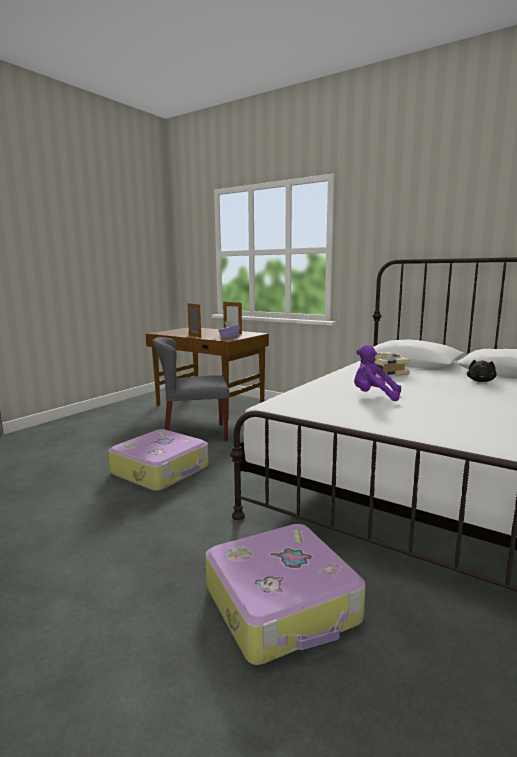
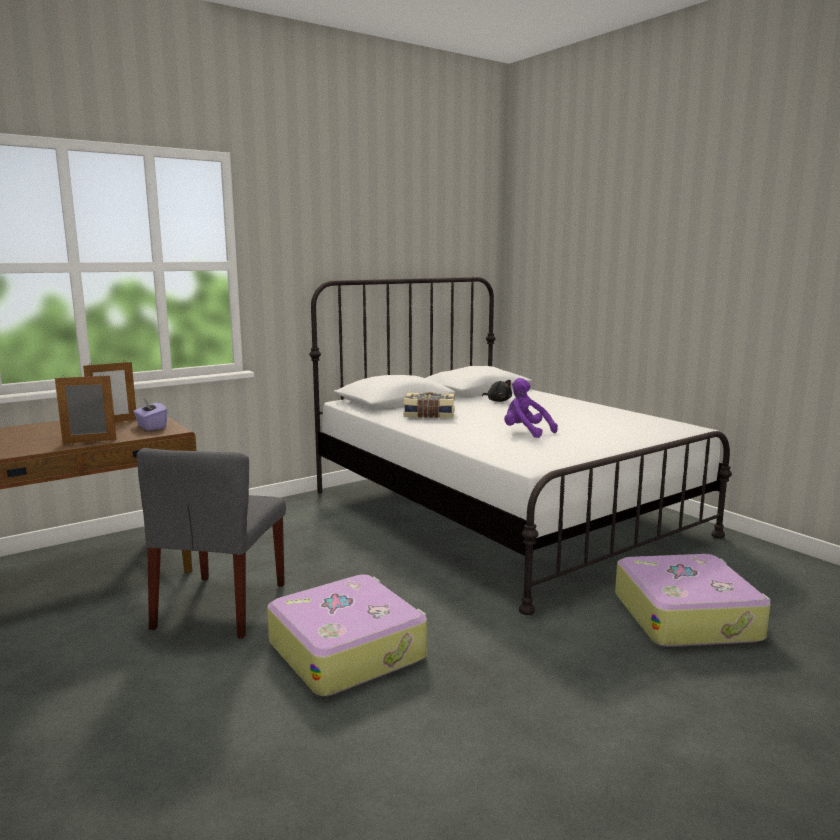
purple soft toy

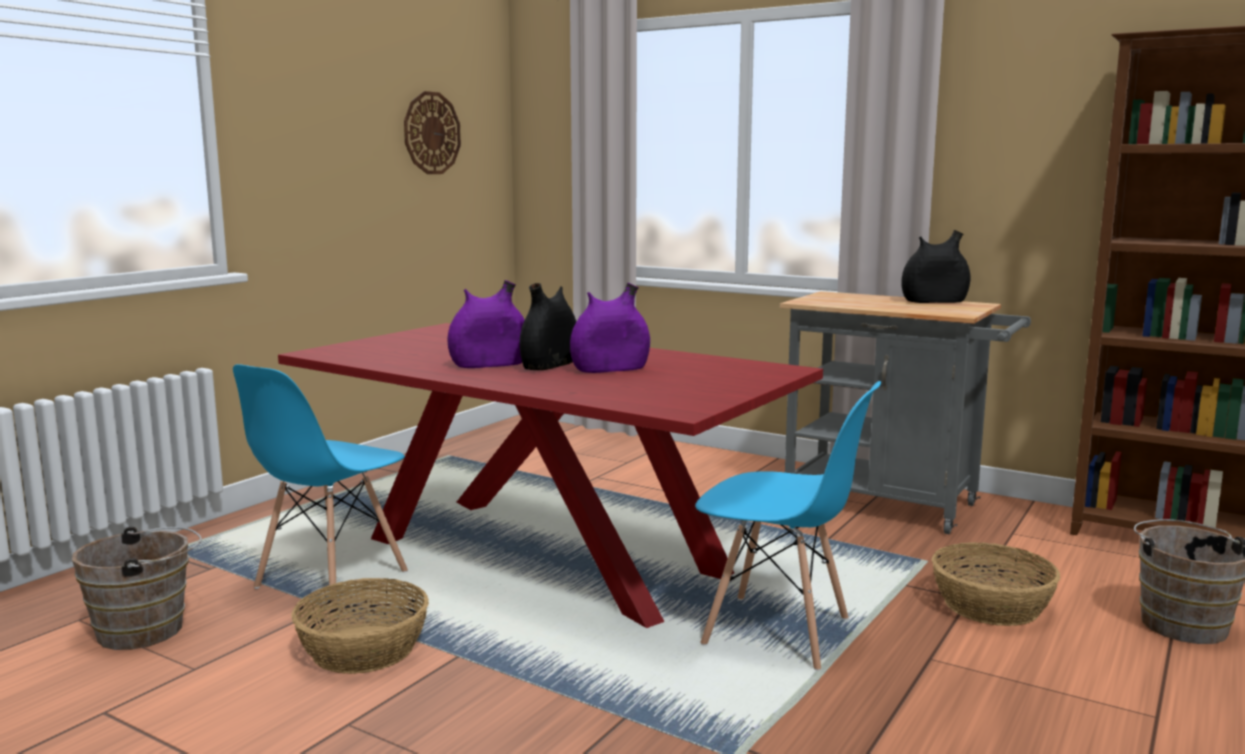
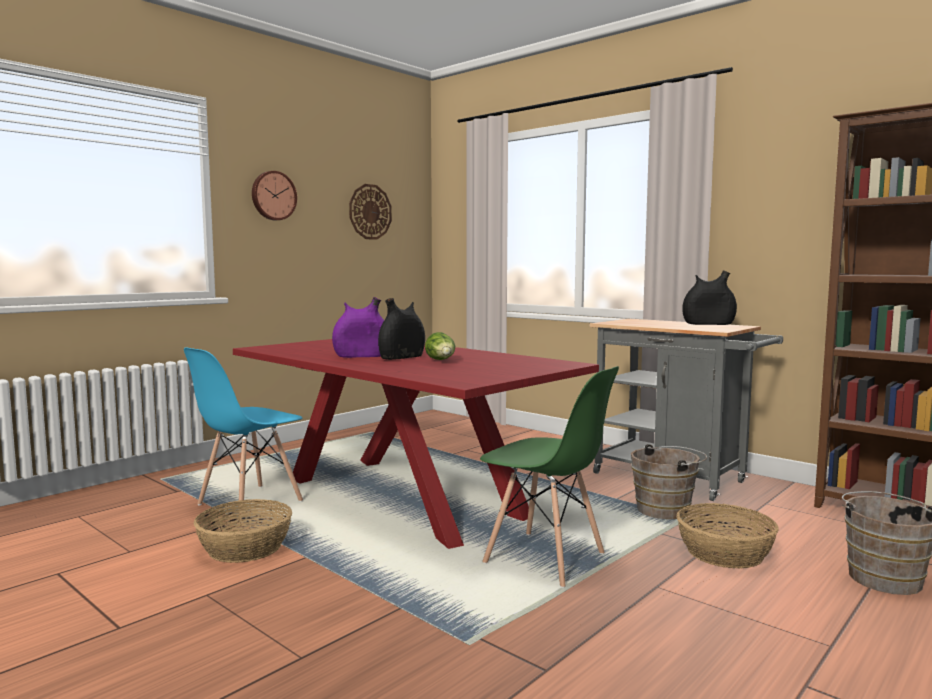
clock on the wall (1st from left)
head of lettuce
green upright chair
brown-coloured bucket (1st from left)

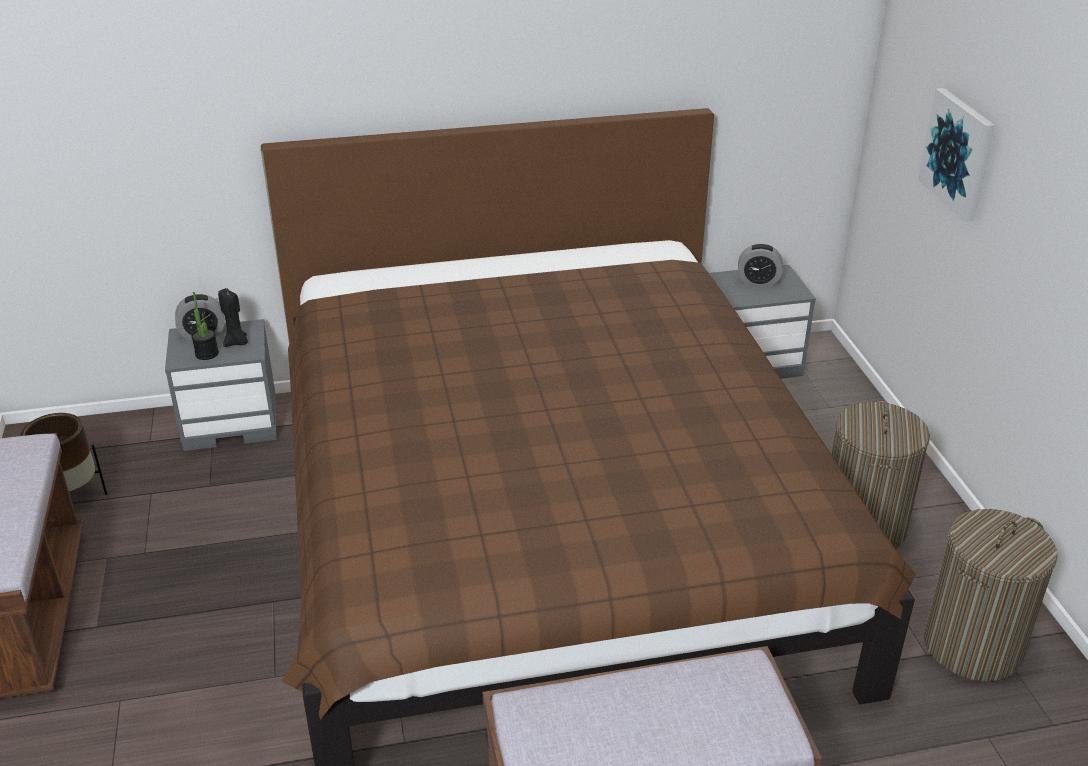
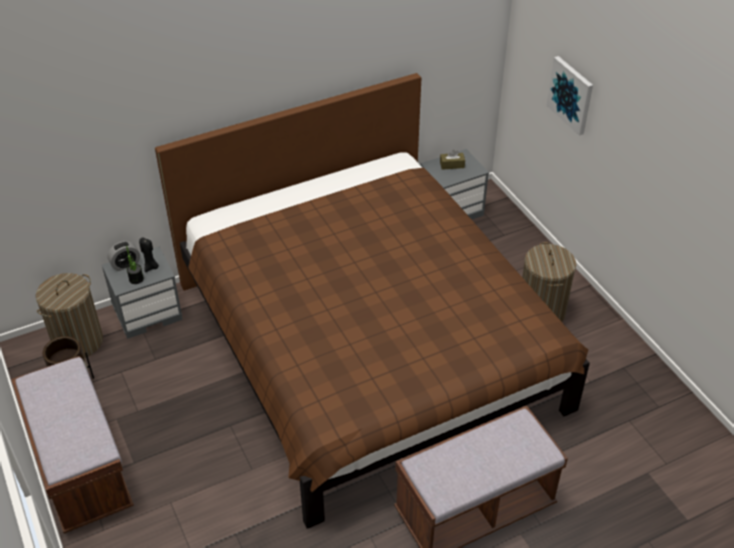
laundry basket (1st from left)
brown-coloured tissue holder

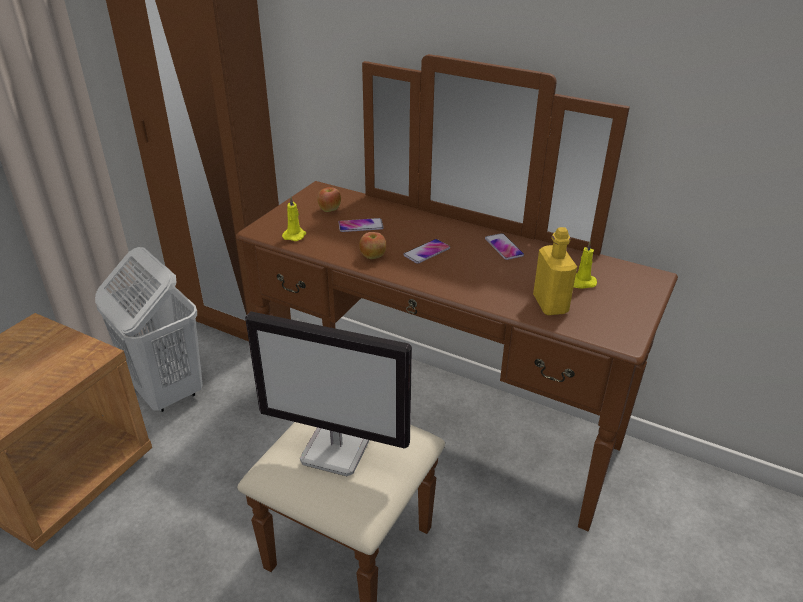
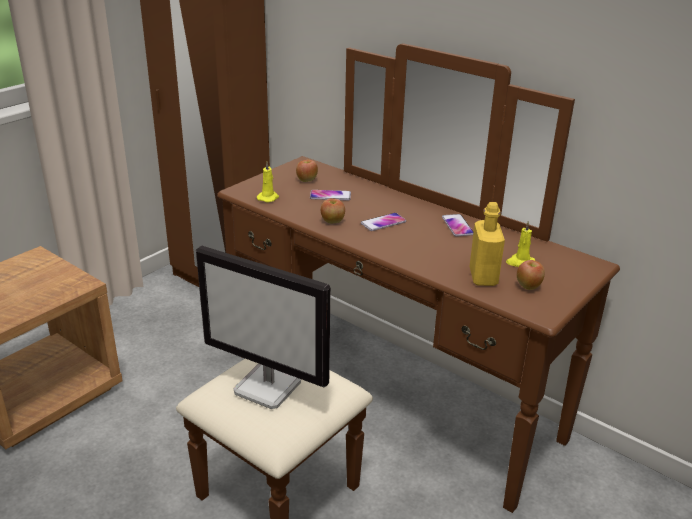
apple (3rd from left)
whitish laundry basket

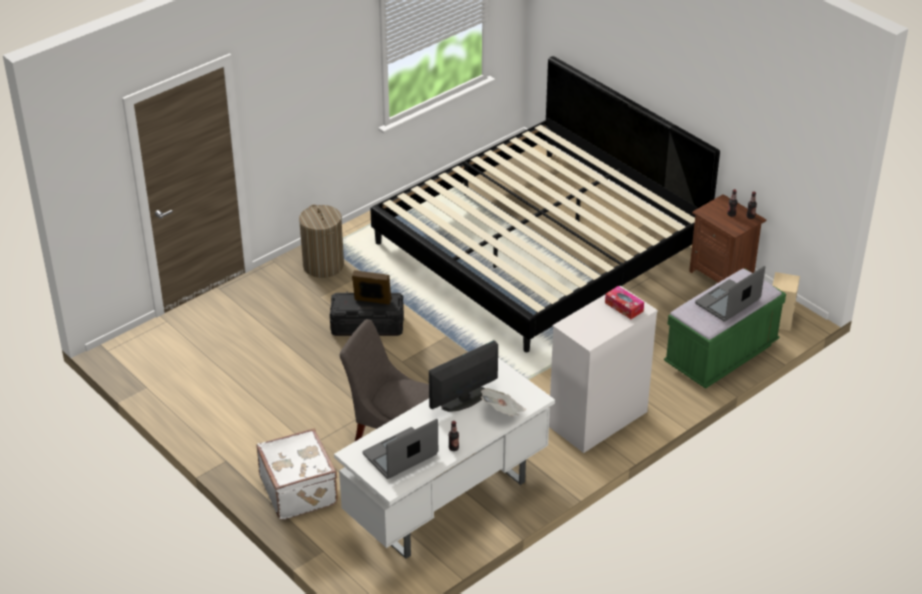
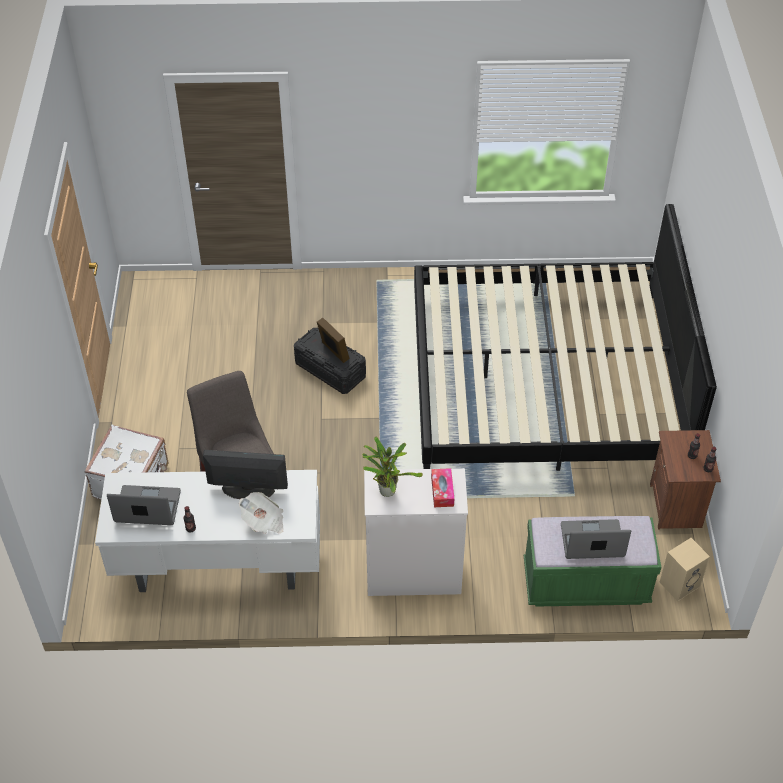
potted plant
laundry basket

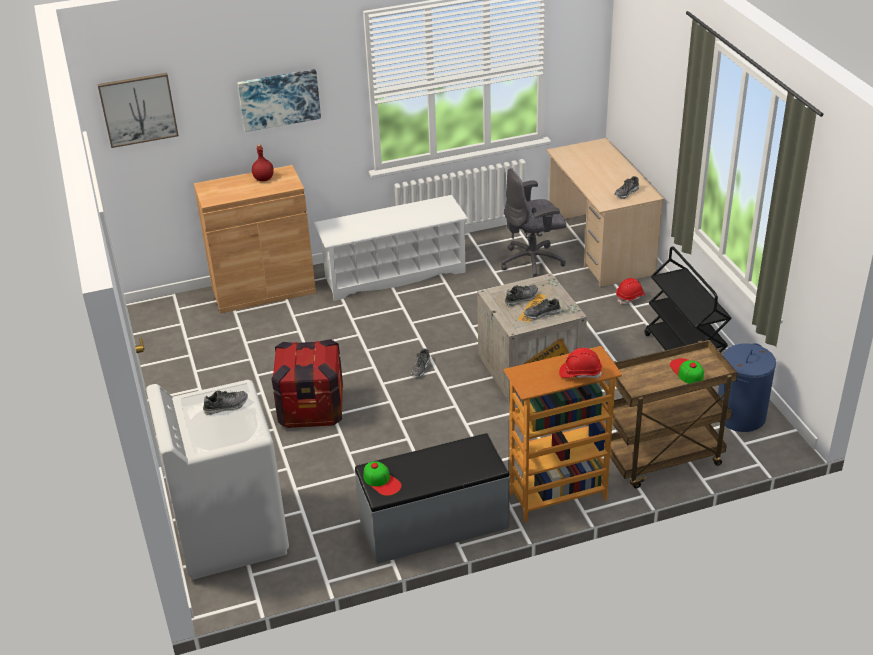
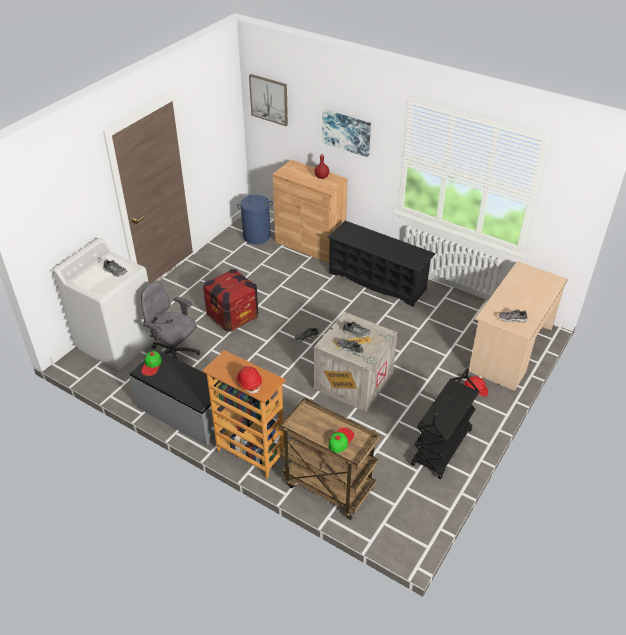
grey computer chair
blue-coloured laundry basket
blackish shoe shelf

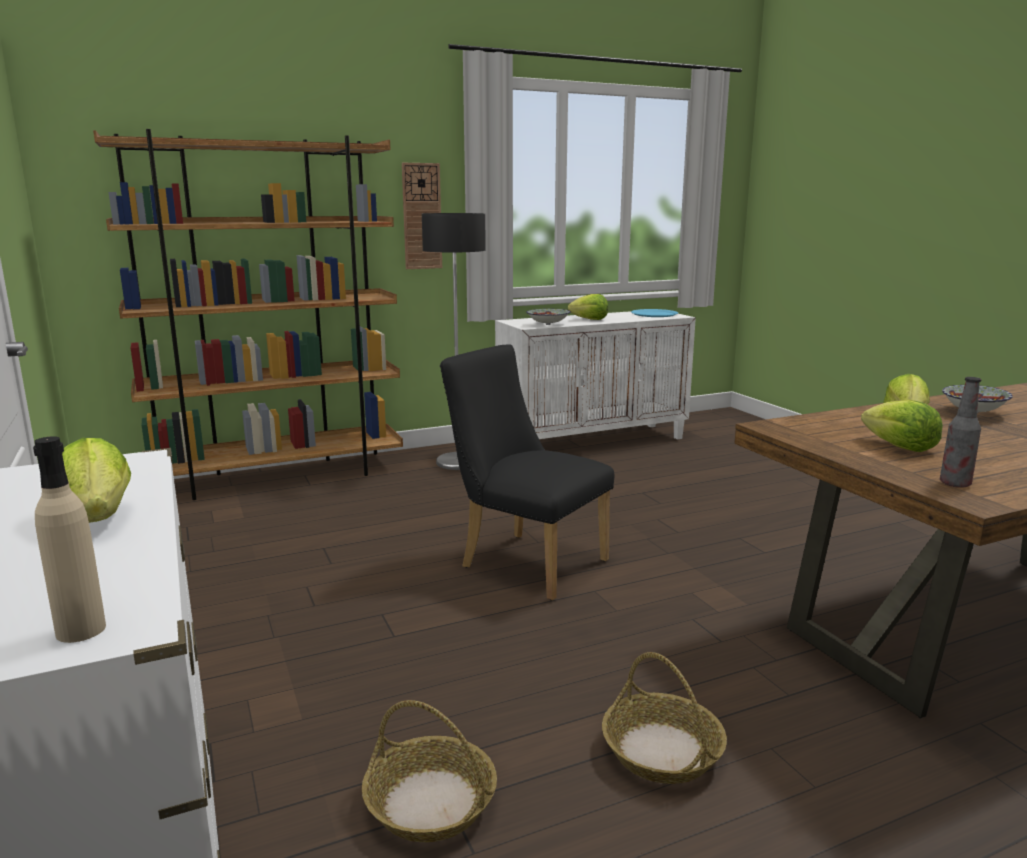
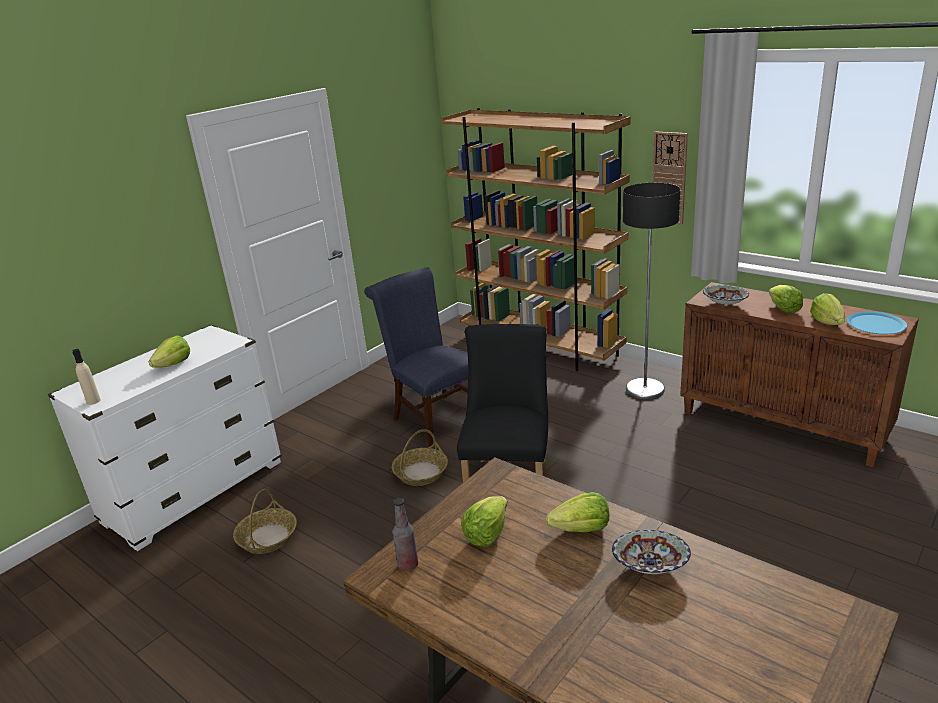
blue-coloured upright chair
household basket (2nd from left)
brown-coloured cabinet
head of lettuce (5th from left)

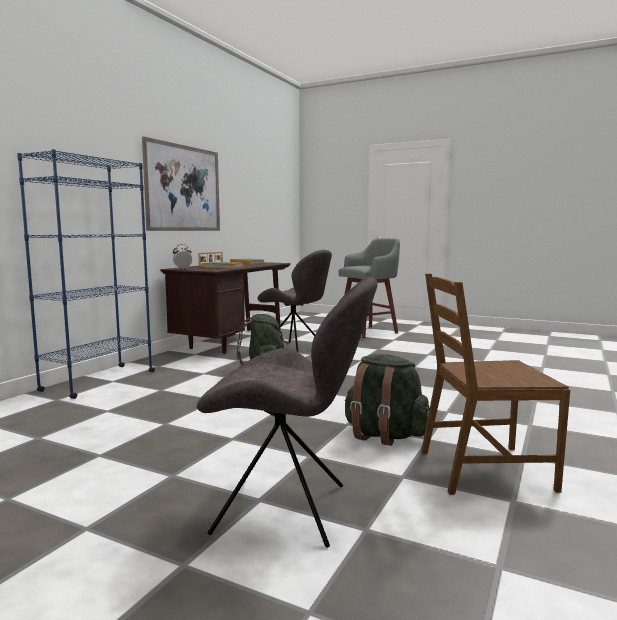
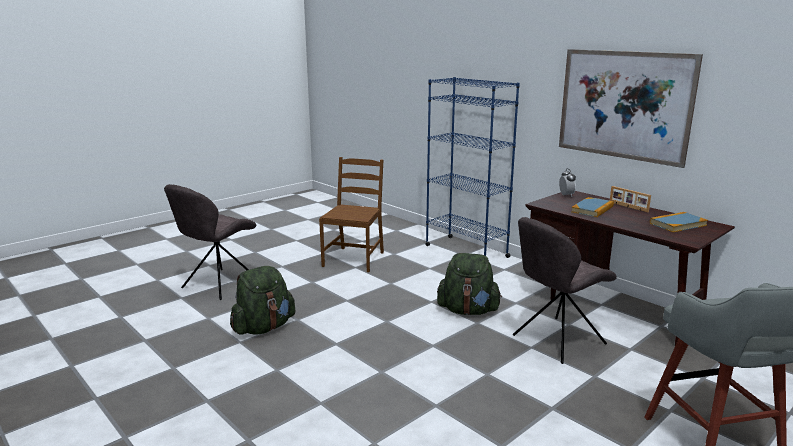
brown-coloured upright chair

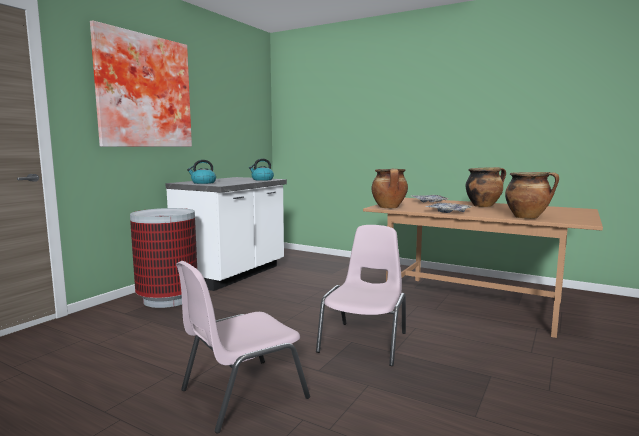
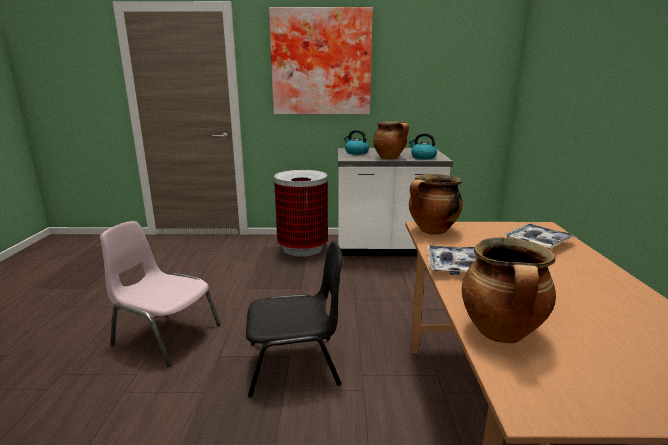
blackish upright chair
cooking pot (1st from left)

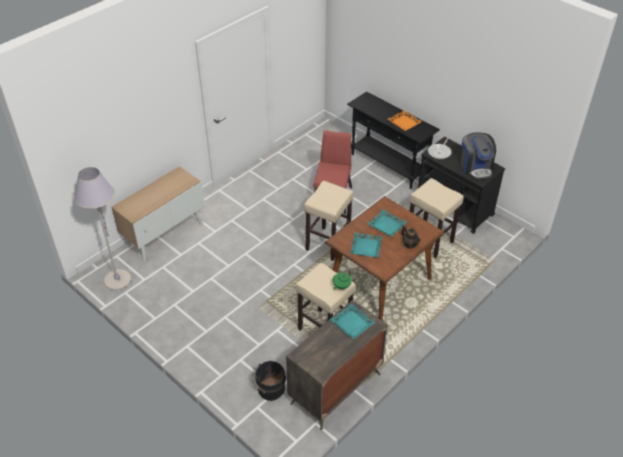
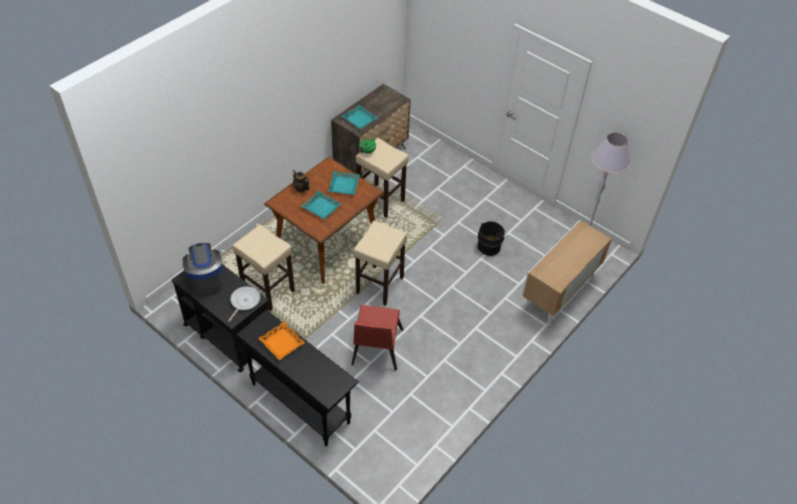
blackish bucket

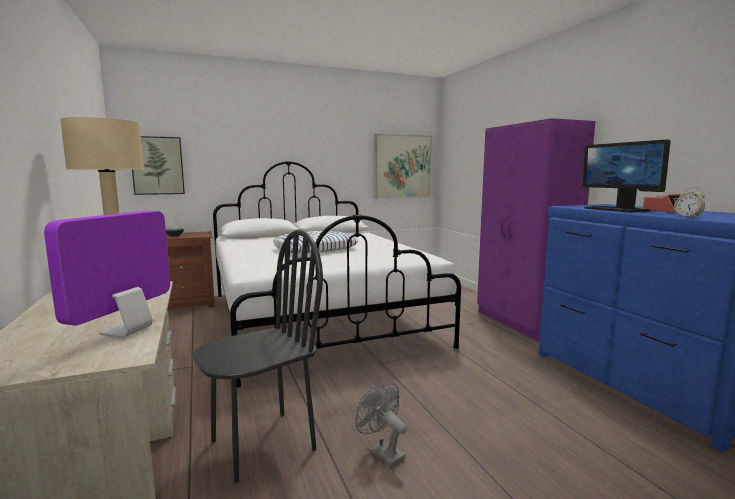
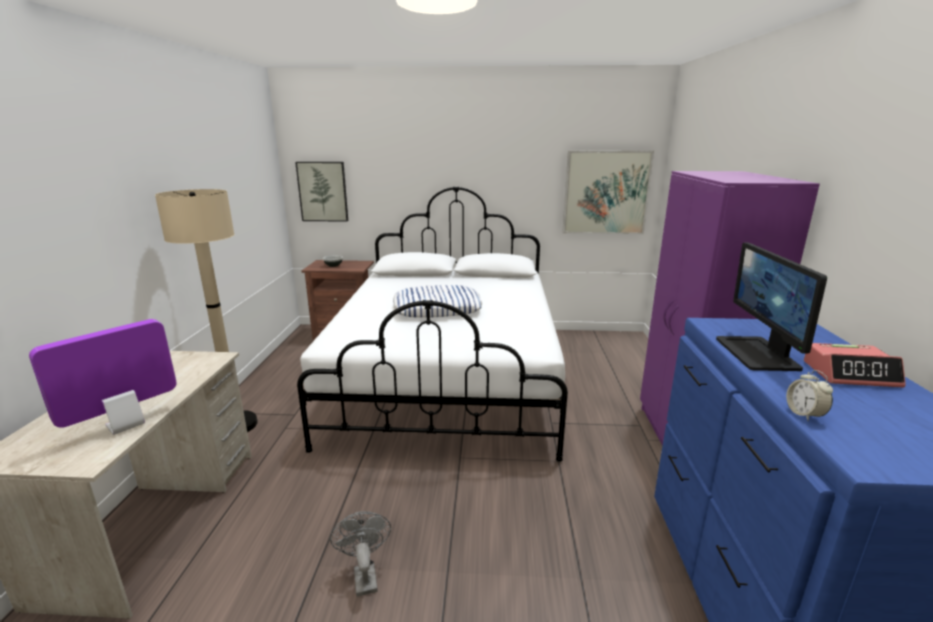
blackish upright chair

